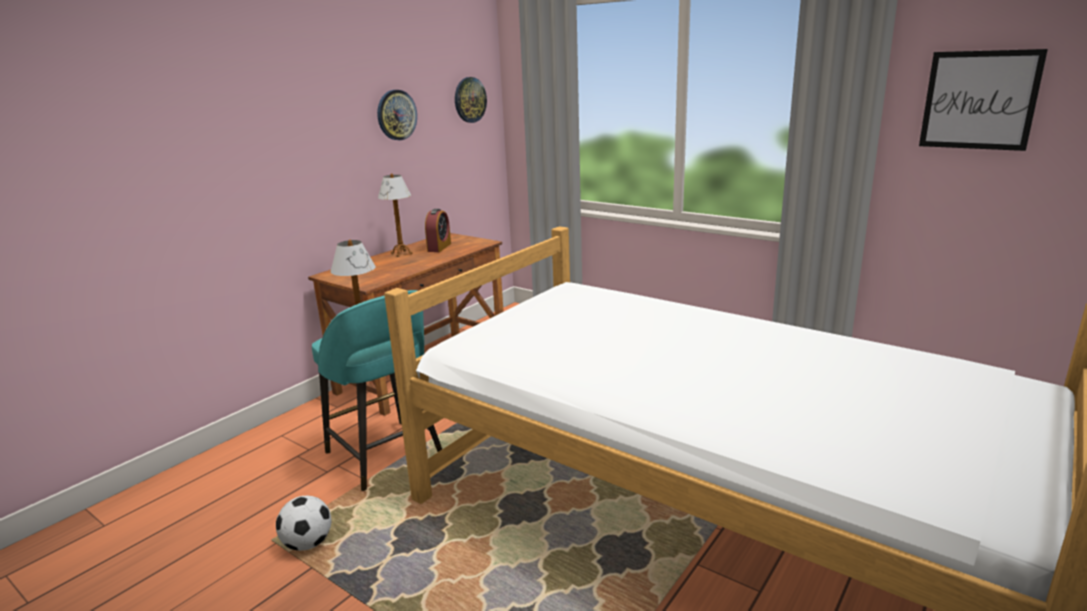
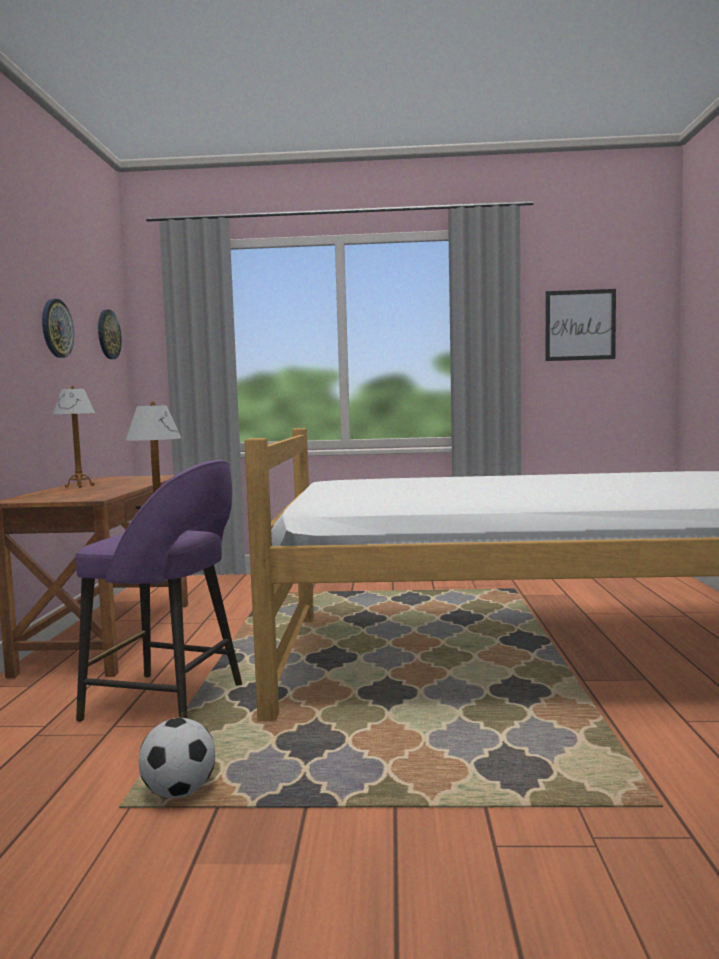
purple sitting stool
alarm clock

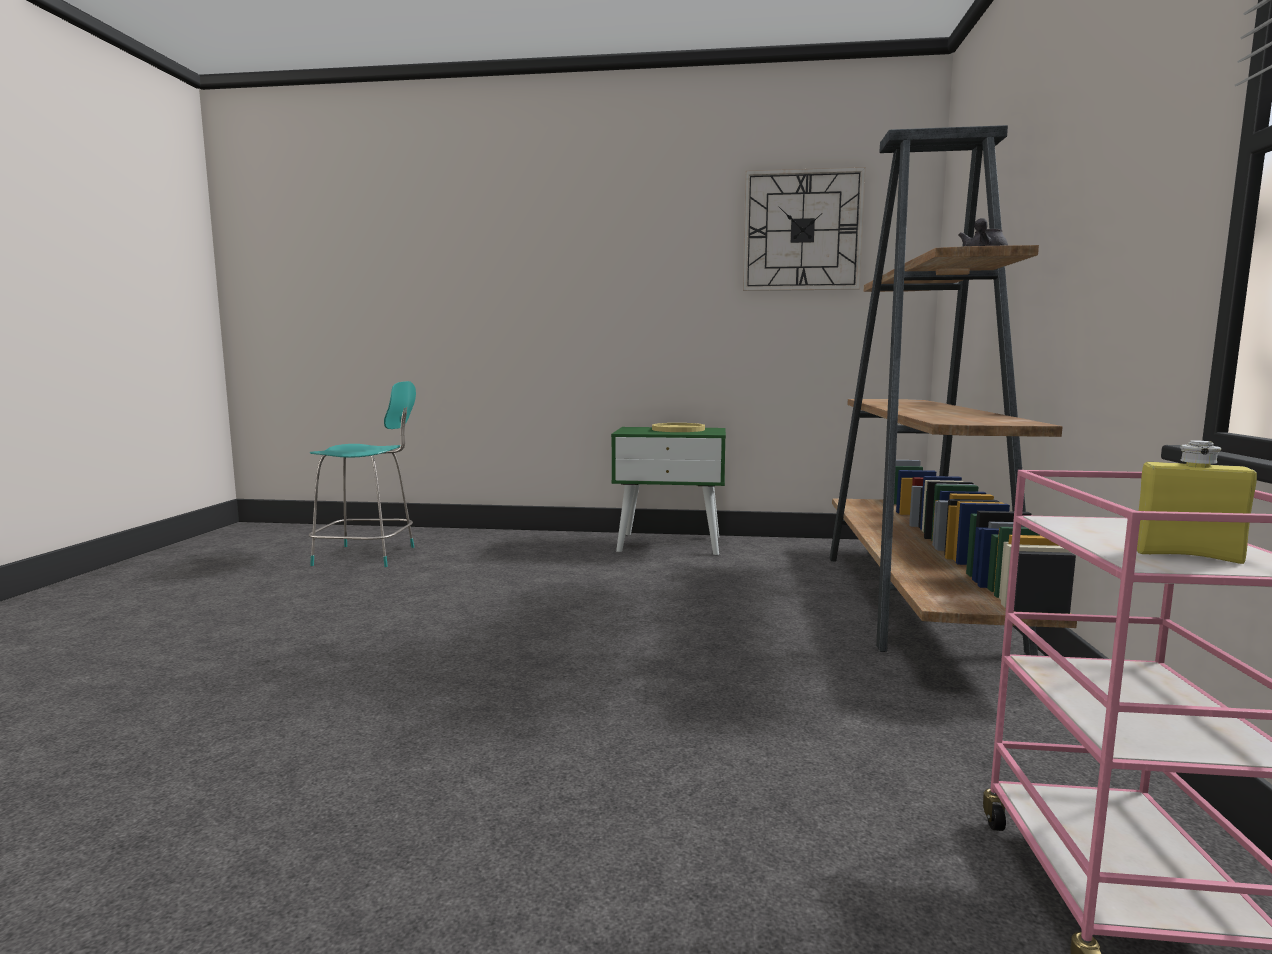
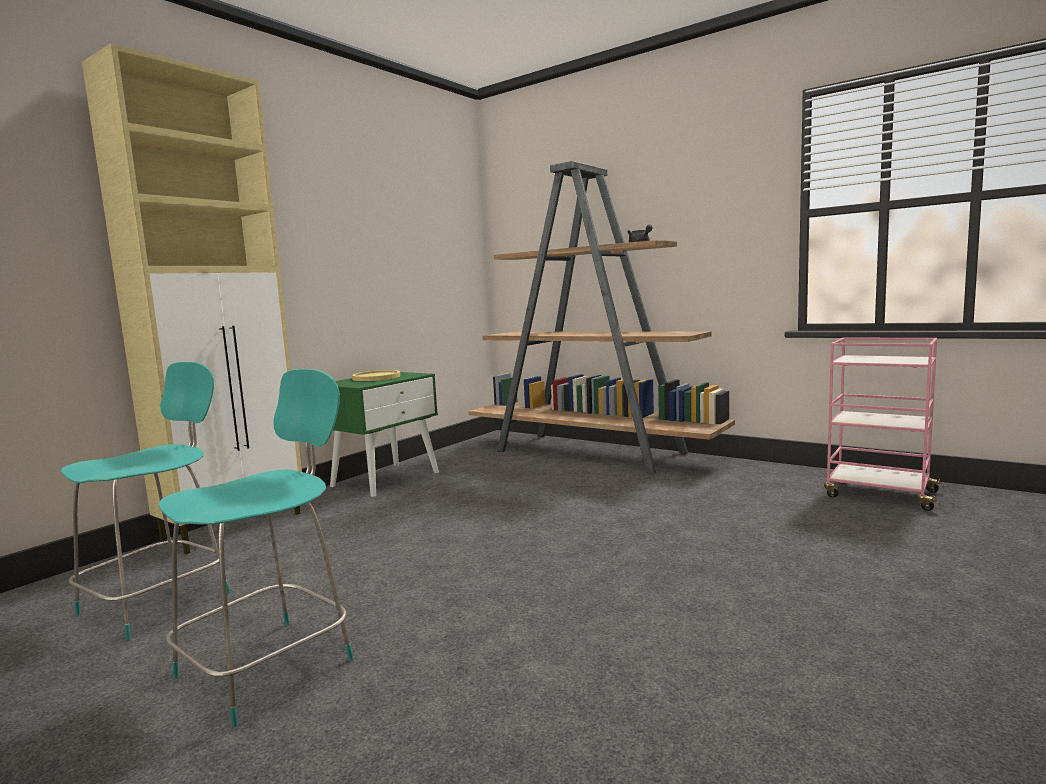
beige-coloured cabinet
blue-green sitting stool (2nd from left)
clock on the wall
yellow-coloured beverage bottle

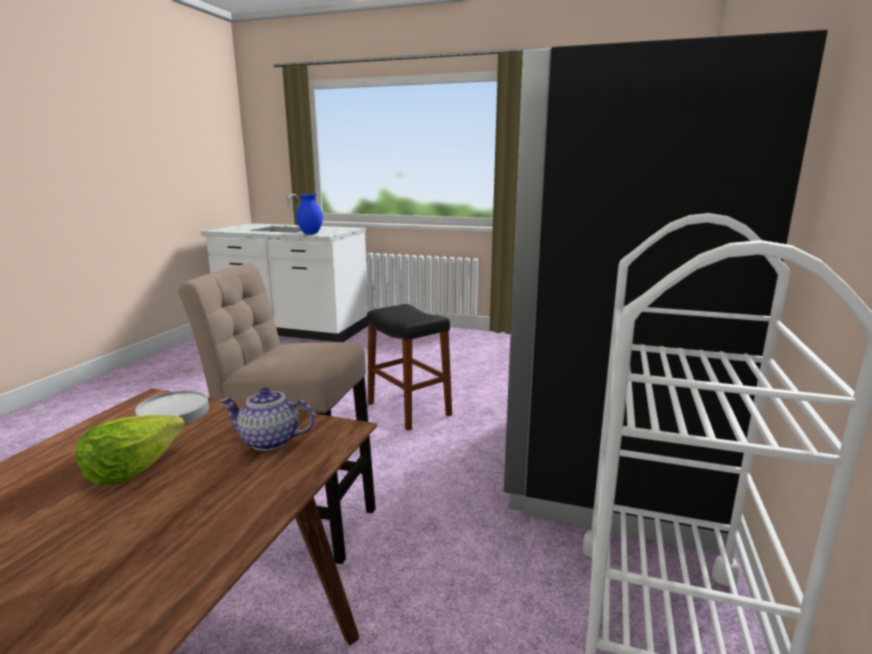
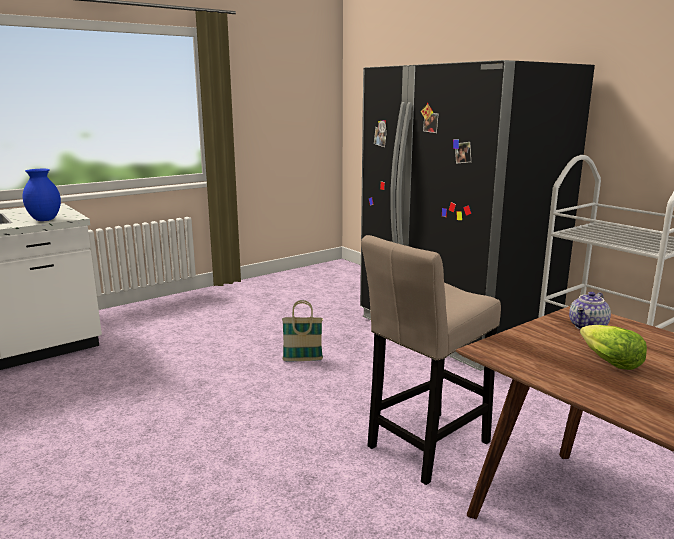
household basket
whitish plate

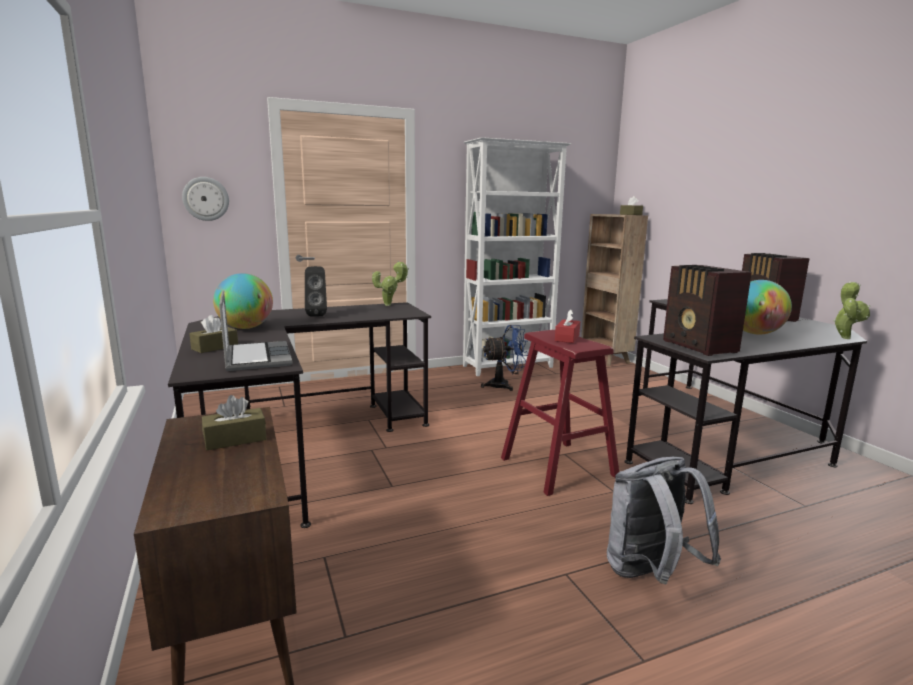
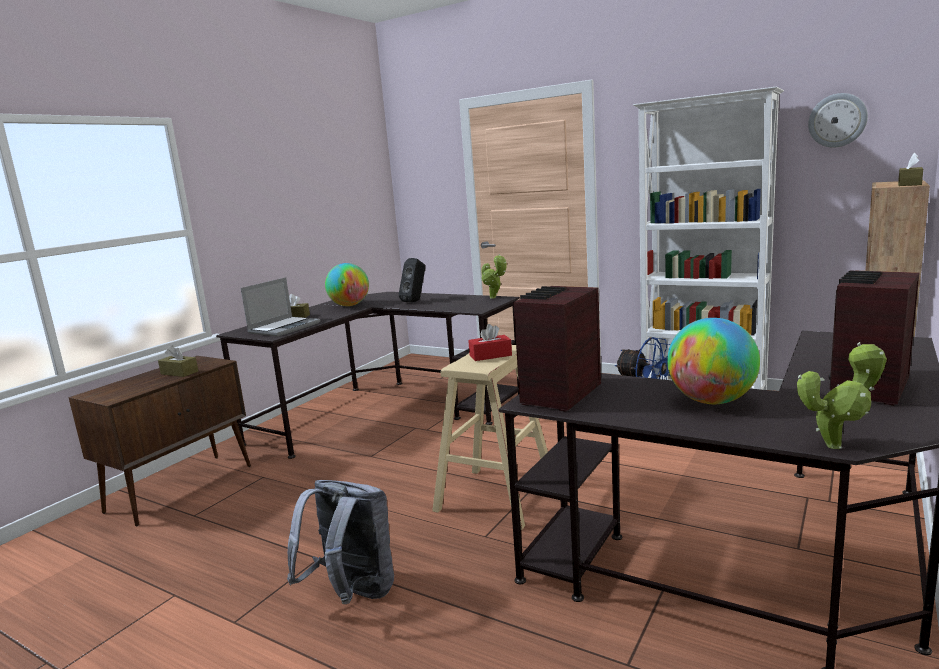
beige-coloured sitting stool
clock on the wall

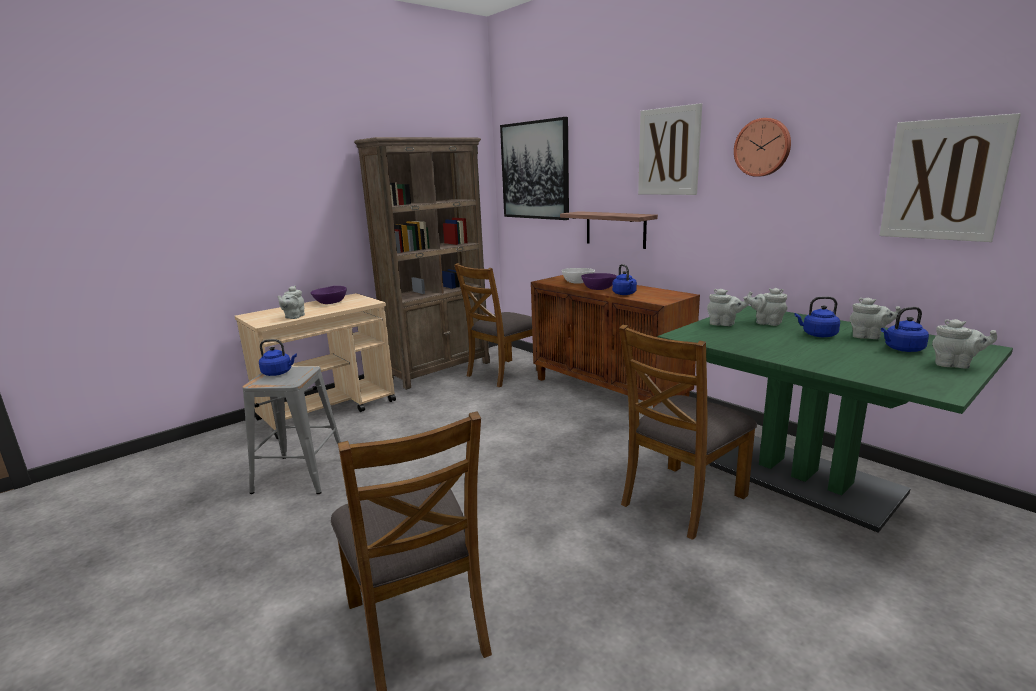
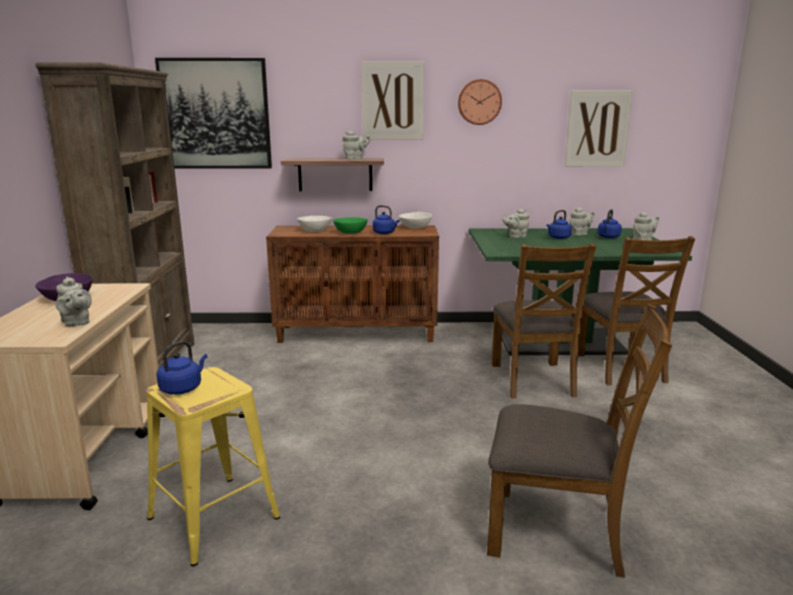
yellow-coloured sitting stool
green deep dish
grey teapot (2nd from left)
whitish deep dish (2nd from left)
brown-coloured upright chair (3rd from left)

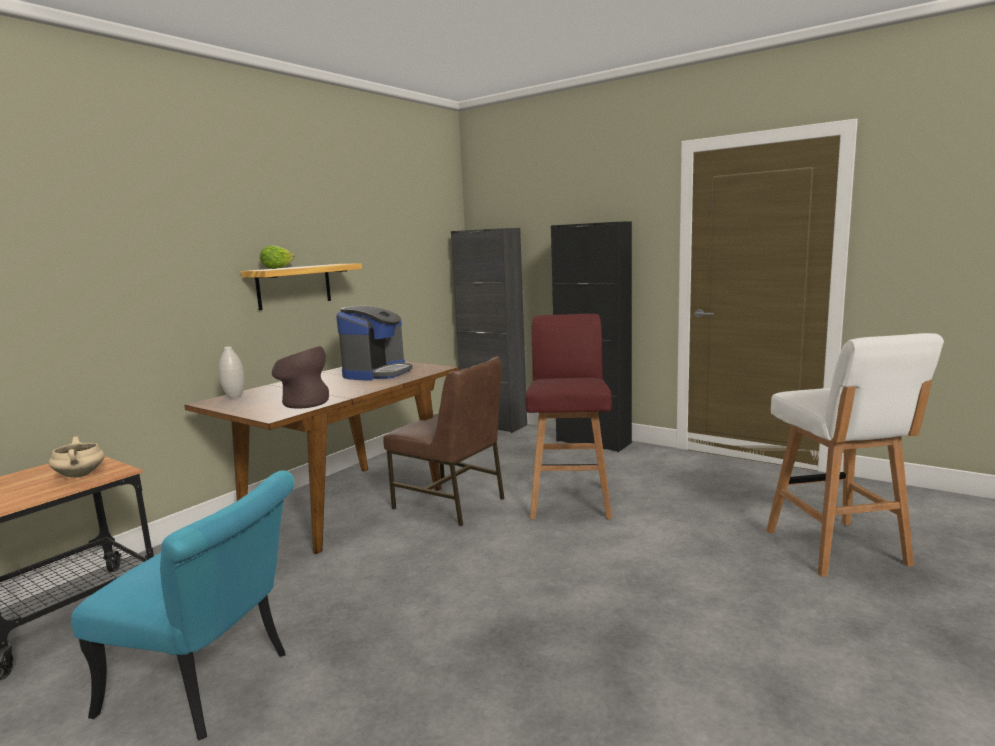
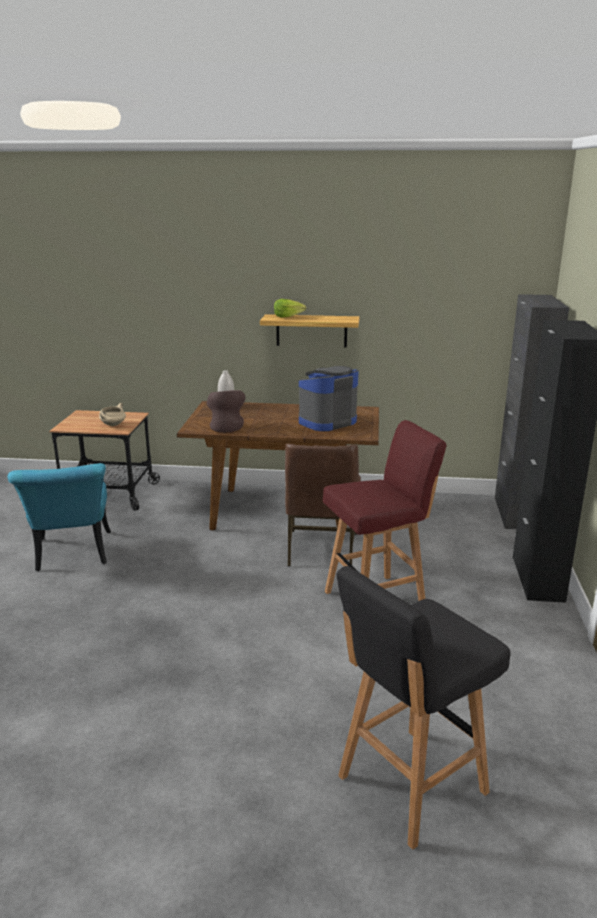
coffee maker
blackish sitting stool

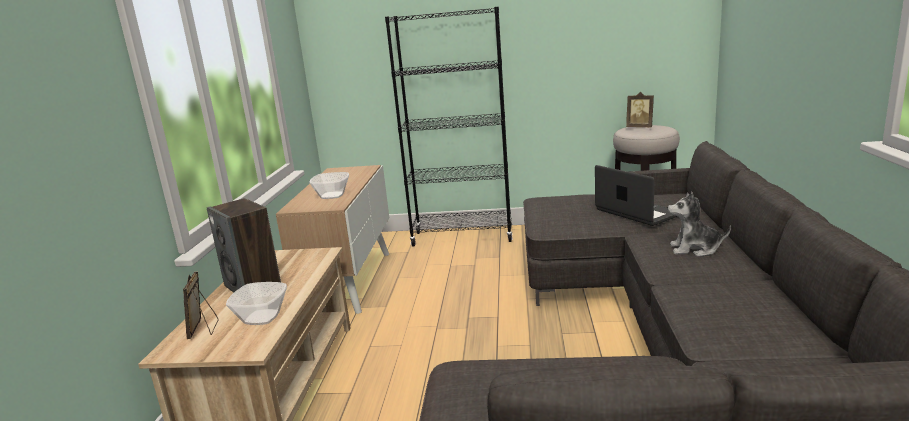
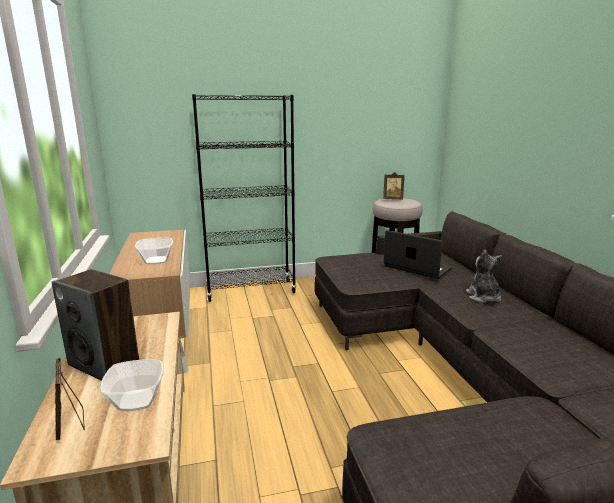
soft toy

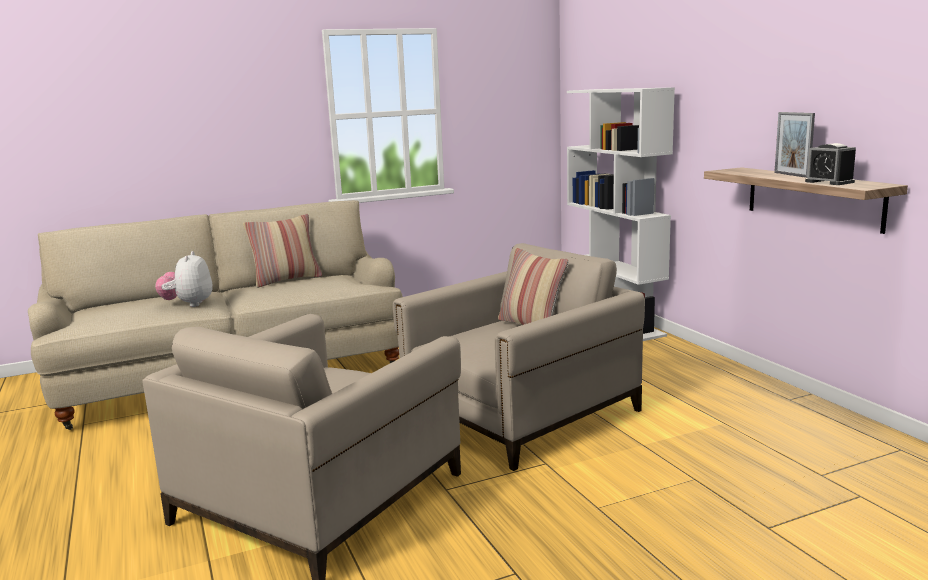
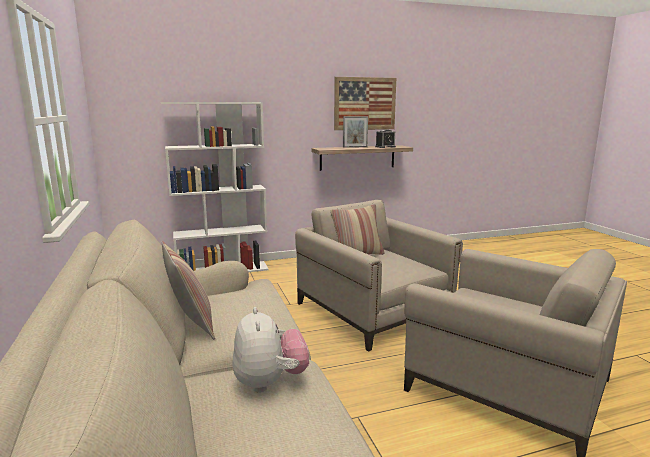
soft toy
picture

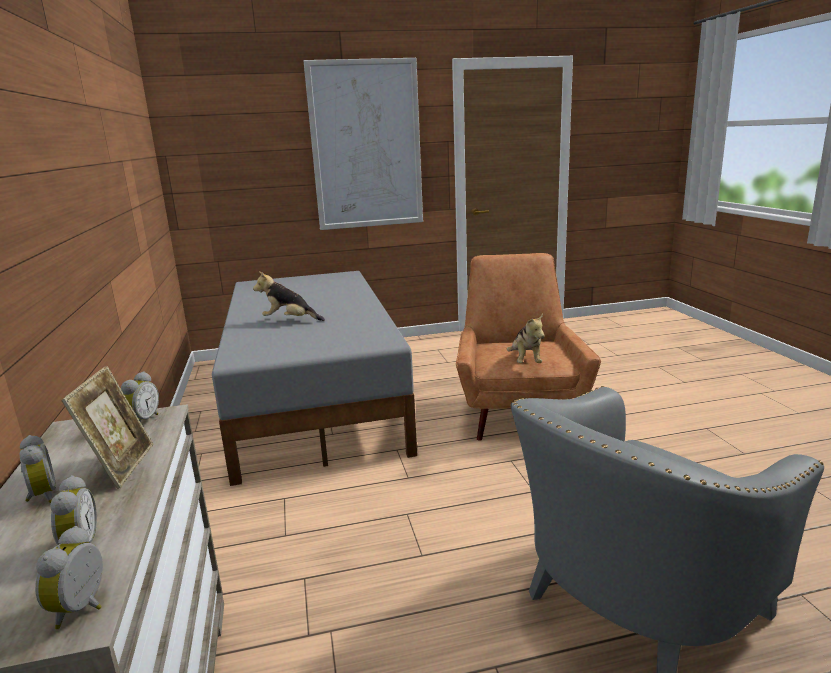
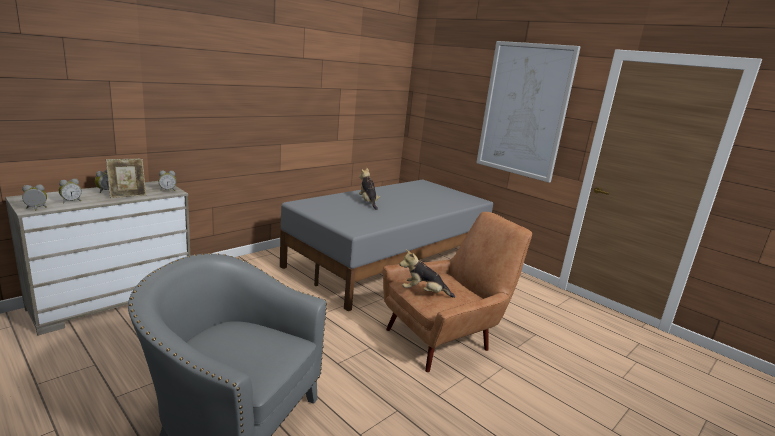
soft toy (2nd from left)

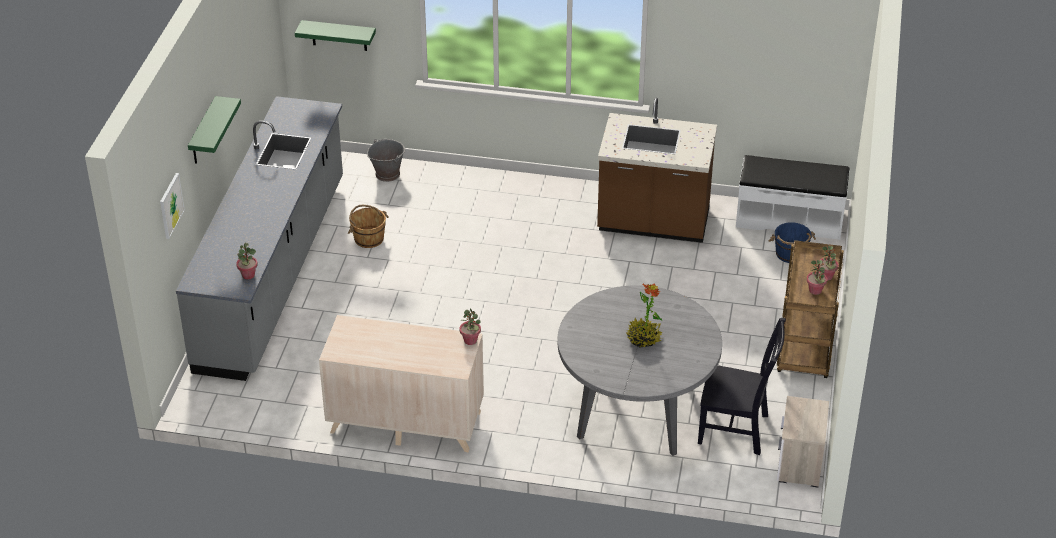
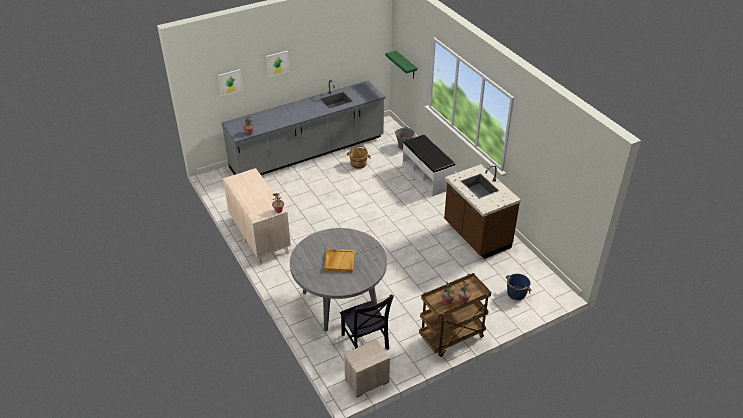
picture (2nd from left)
beige-coloured serving tray
whitish long seat

